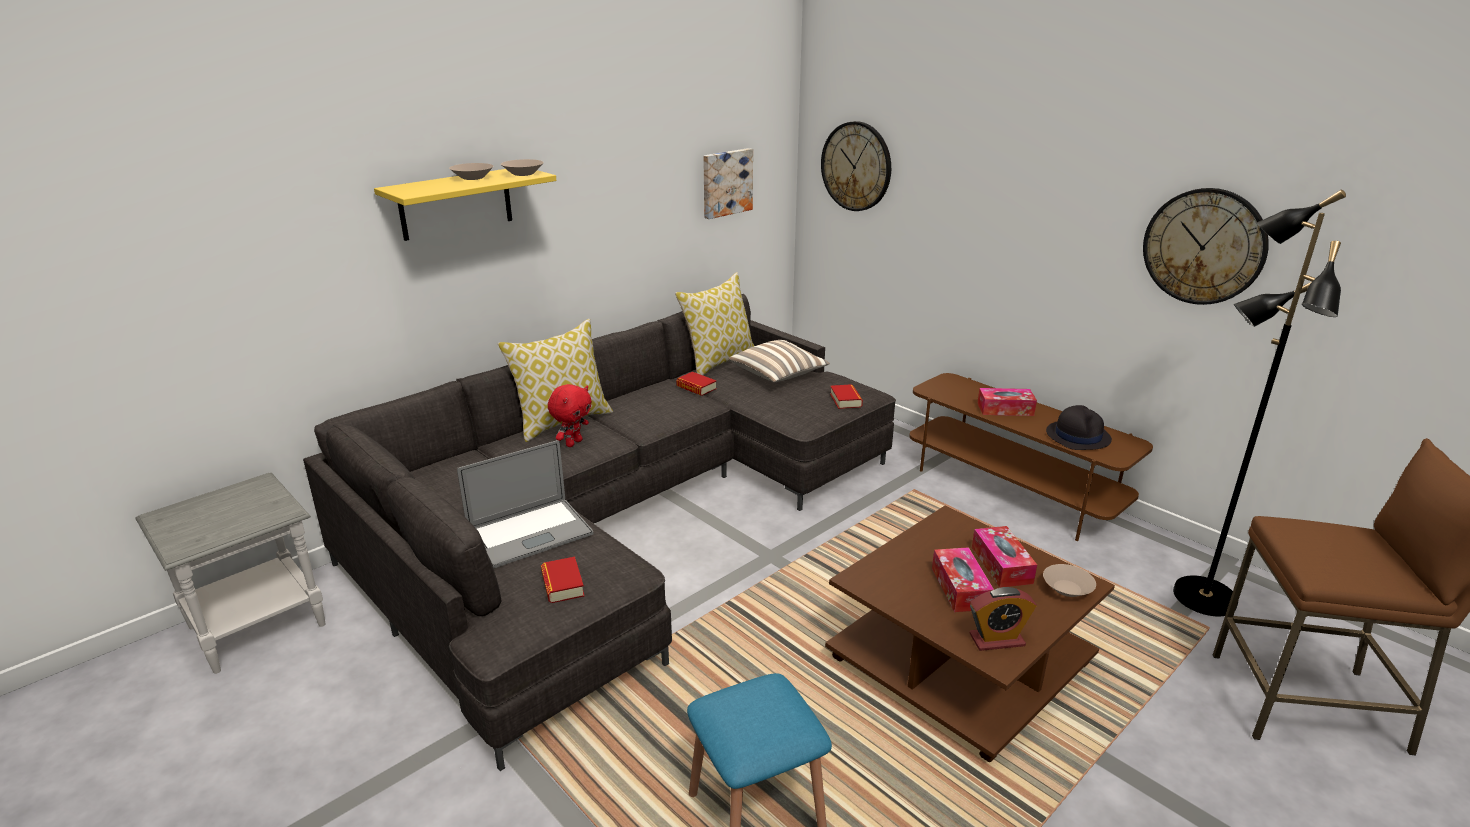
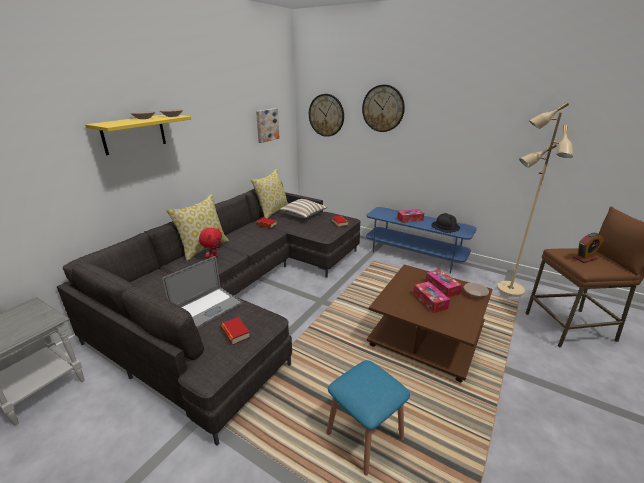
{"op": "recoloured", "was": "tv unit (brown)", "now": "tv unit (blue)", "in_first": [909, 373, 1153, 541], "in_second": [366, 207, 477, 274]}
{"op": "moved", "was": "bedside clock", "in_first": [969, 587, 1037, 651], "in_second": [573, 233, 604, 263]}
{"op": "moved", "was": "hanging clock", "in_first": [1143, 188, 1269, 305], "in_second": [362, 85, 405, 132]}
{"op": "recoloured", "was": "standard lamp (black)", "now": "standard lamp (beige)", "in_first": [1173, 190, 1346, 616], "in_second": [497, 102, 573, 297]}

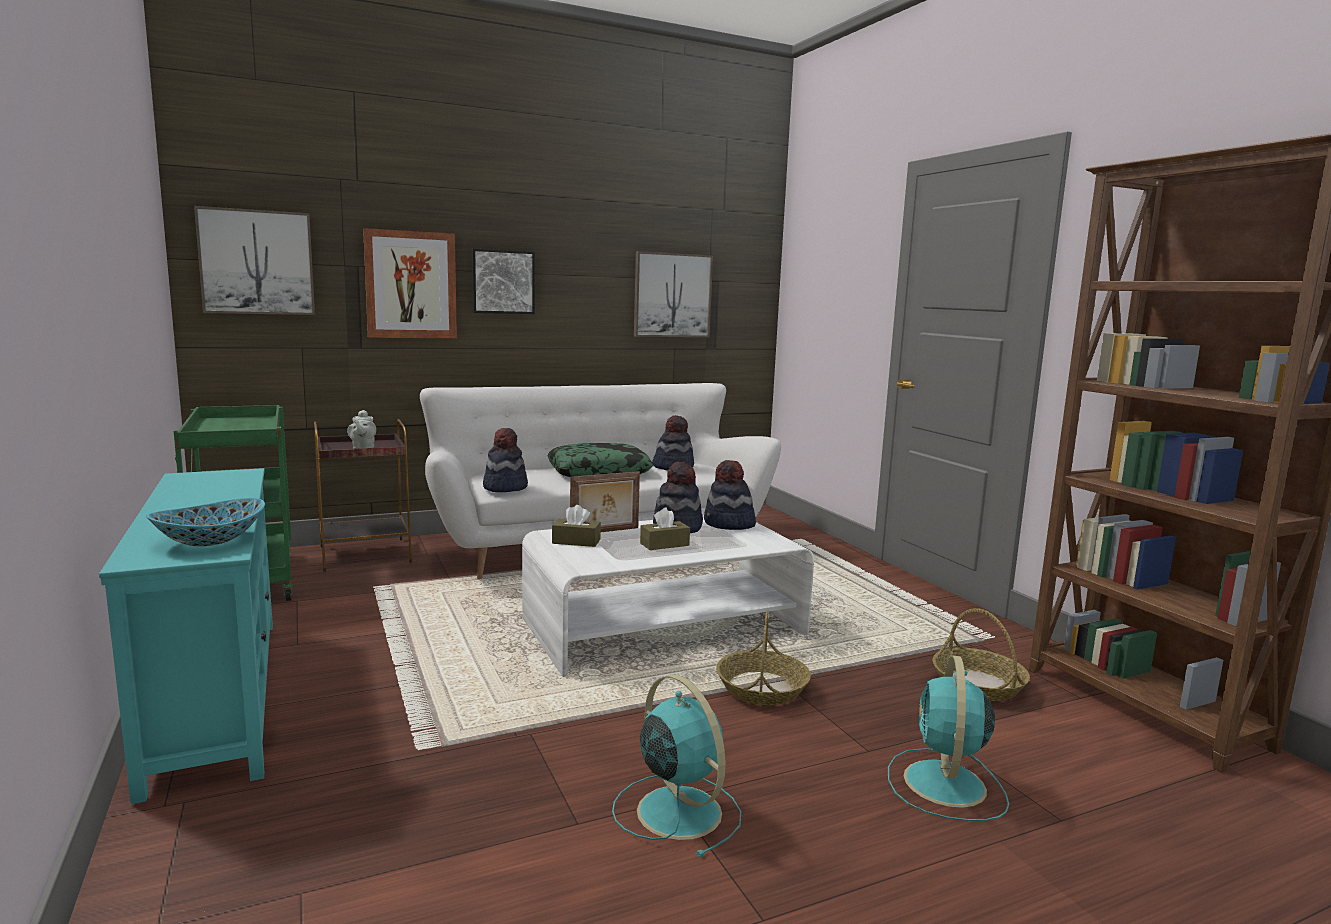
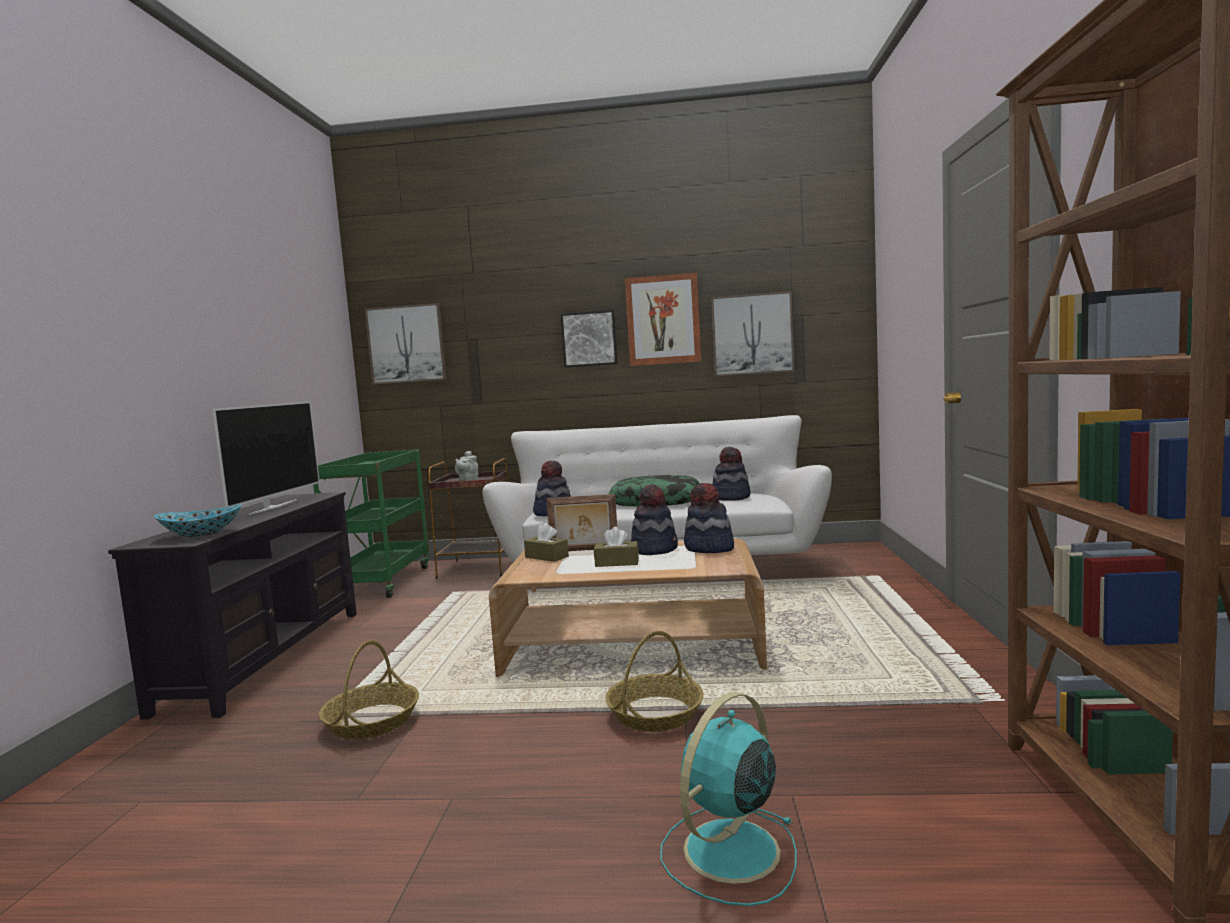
{"op": "recoloured", "was": "tv unit (turquoise)", "now": "tv unit (black)", "in_first": [99, 468, 273, 804], "in_second": [108, 492, 357, 720]}
{"op": "moved", "was": "wall art", "in_first": [363, 228, 457, 338], "in_second": [625, 273, 701, 366]}
{"op": "recoloured", "was": "lounge table (whitish)", "now": "lounge table (brown)", "in_first": [522, 515, 814, 677], "in_second": [489, 538, 767, 677]}
{"op": "removed", "was": "fan (turquoise)", "in_first": [612, 675, 741, 857]}
{"op": "moved", "was": "storage basket", "in_first": [932, 608, 1030, 701], "in_second": [319, 640, 419, 739]}
{"op": "added", "now": "TV set", "in_second": [212, 402, 320, 515]}

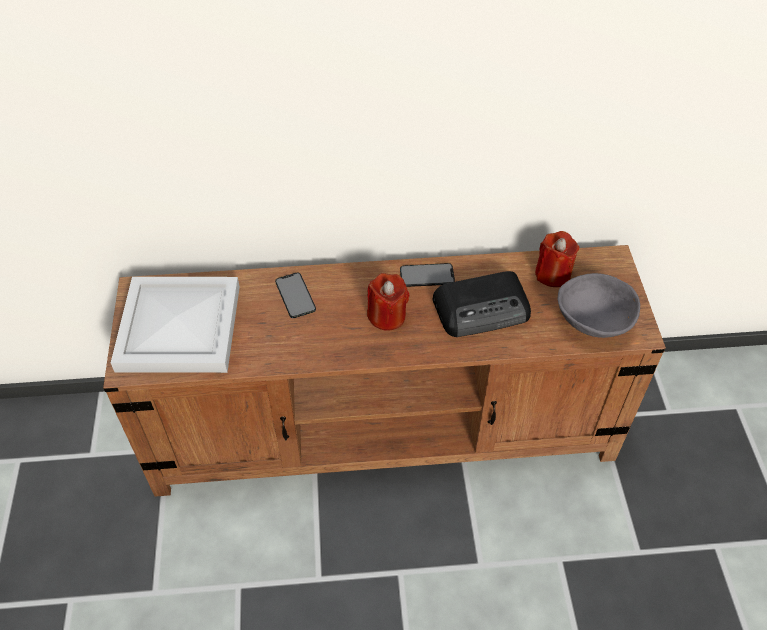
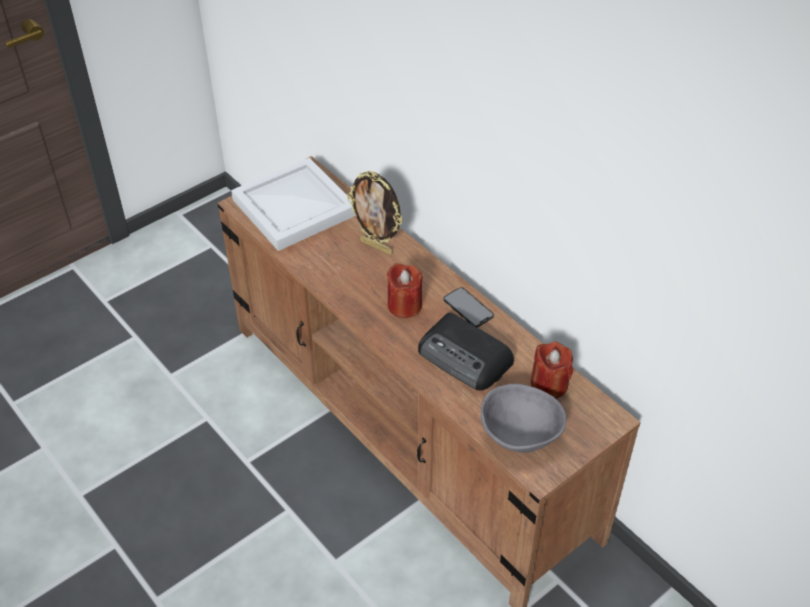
{"op": "replaced", "was": "telephone", "now": "picture frame", "in_first": [275, 273, 316, 318], "in_second": [347, 171, 403, 255]}

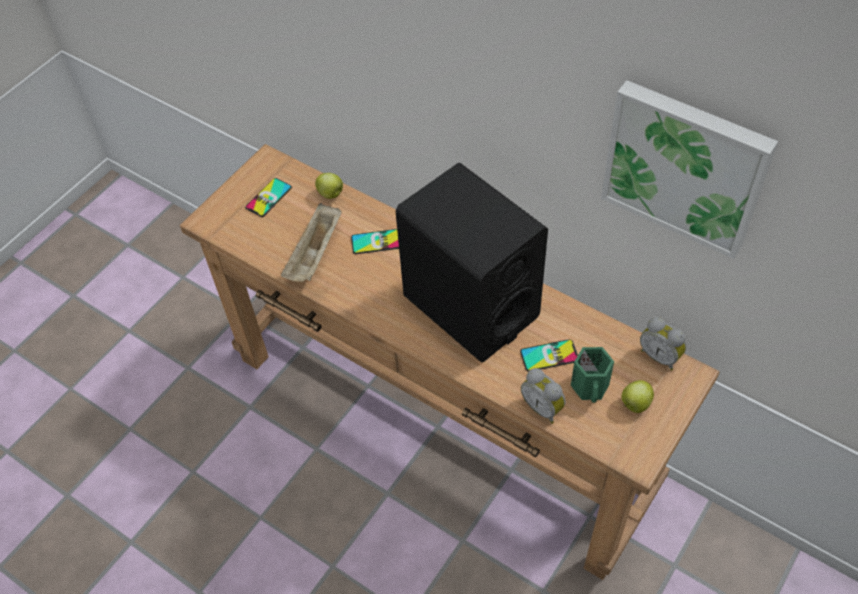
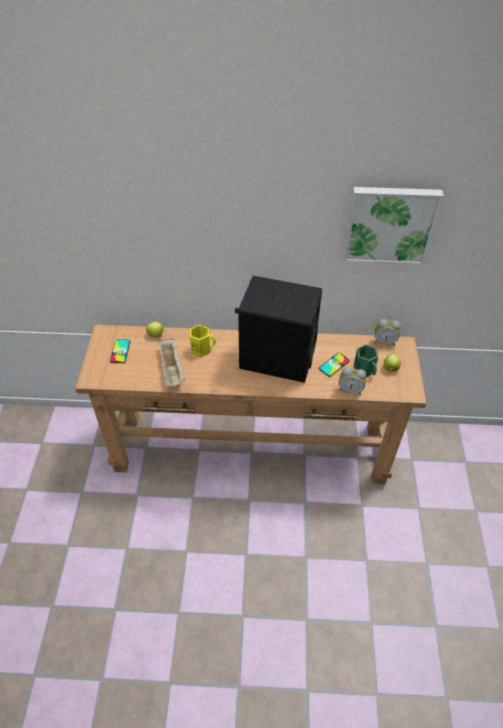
{"op": "replaced", "was": "telephone", "now": "coffee mug (yellowish)", "in_first": [351, 229, 399, 254], "in_second": [190, 325, 216, 357]}

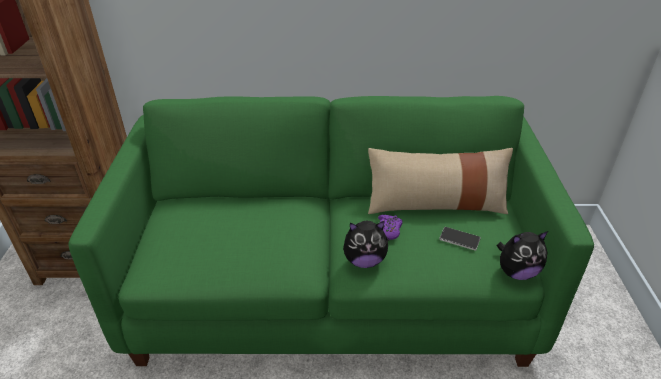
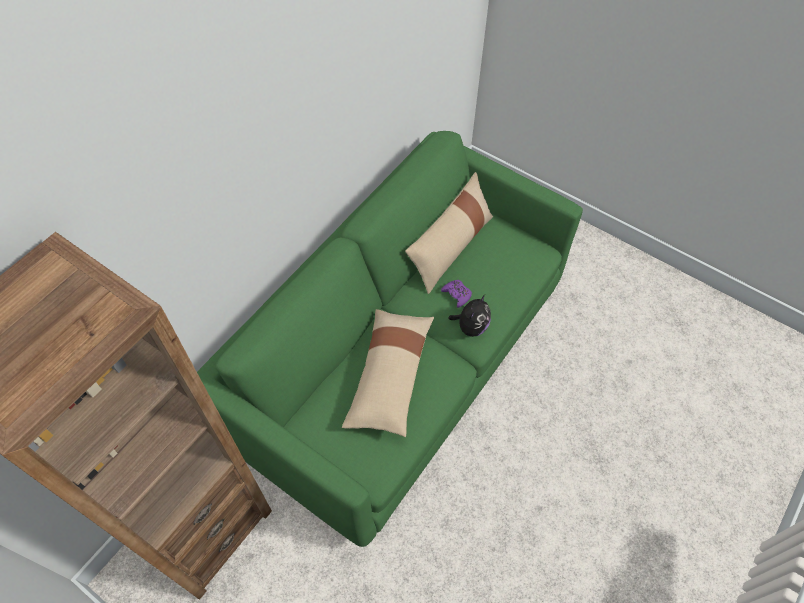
{"op": "removed", "was": "telephone", "in_first": [439, 227, 481, 251]}
{"op": "removed", "was": "cuddly toy", "in_first": [497, 231, 548, 280]}
{"op": "added", "now": "pillow (beige)", "in_second": [342, 309, 434, 437]}

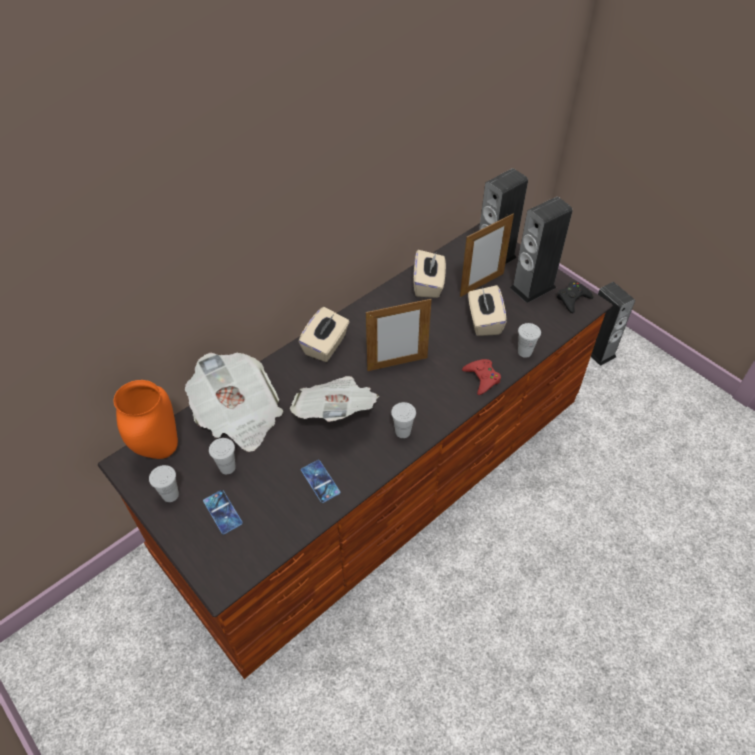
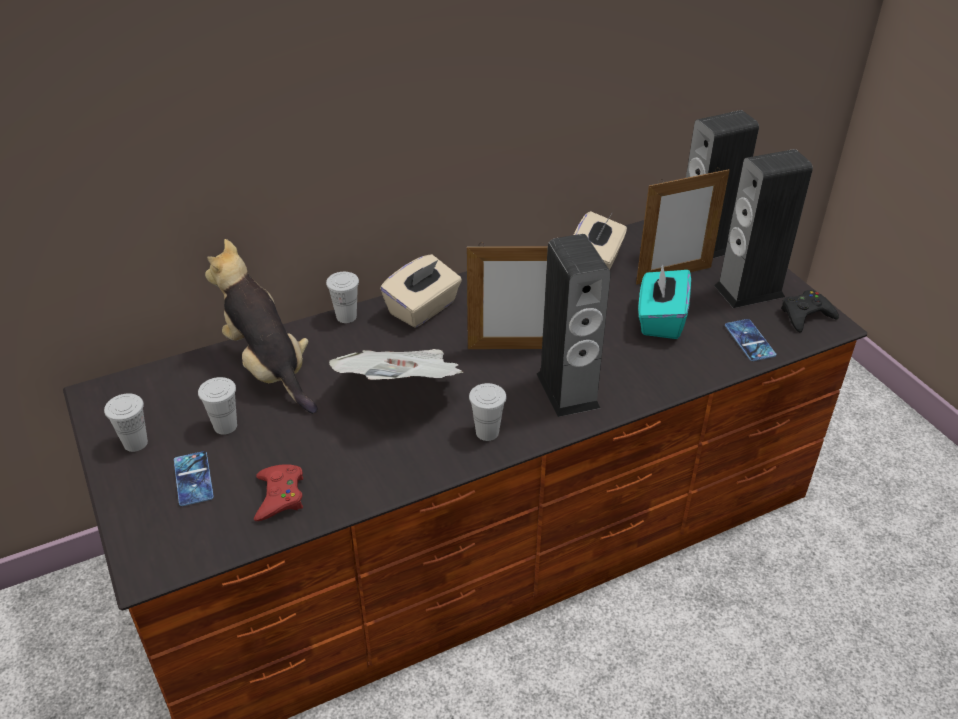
{"op": "removed", "was": "flower vase (orange-coloured)", "in_first": [114, 380, 178, 459]}
{"op": "replaced", "was": "daily paper", "now": "cuddly toy", "in_first": [185, 352, 283, 452], "in_second": [205, 239, 318, 414]}
{"op": "moved", "was": "telephone", "in_first": [301, 460, 340, 503], "in_second": [725, 319, 776, 361]}
{"op": "moved", "was": "joypad (red-coloured)", "in_first": [462, 359, 501, 395], "in_second": [254, 464, 303, 521]}
{"op": "recoloured", "was": "box of tissues (beige)", "now": "box of tissues (turquoise)", "in_first": [468, 285, 507, 336], "in_second": [638, 263, 691, 339]}
{"op": "moved", "was": "small cup (whitish)", "in_first": [518, 323, 541, 358], "in_second": [326, 272, 359, 323]}
{"op": "moved", "was": "loudspeaker", "in_first": [591, 282, 635, 366], "in_second": [537, 234, 611, 417]}

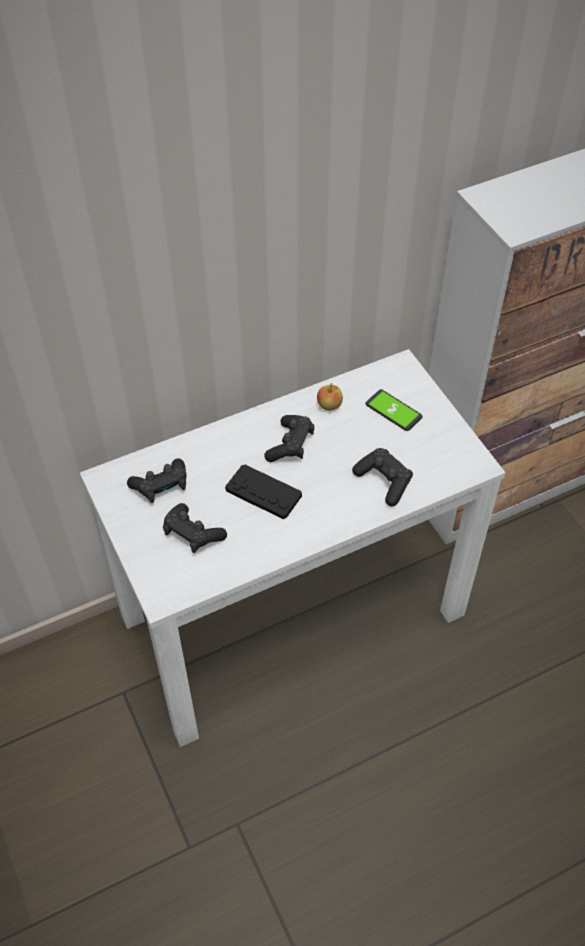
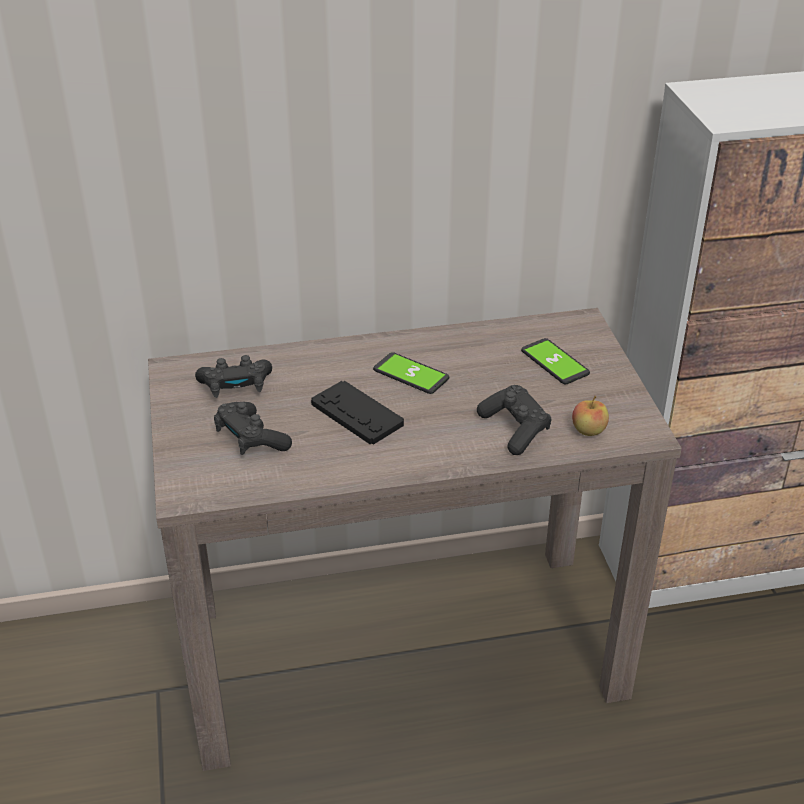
{"op": "recoloured", "was": "narrow table (whitish)", "now": "narrow table (brown)", "in_first": [80, 349, 506, 747], "in_second": [148, 308, 682, 771]}
{"op": "replaced", "was": "joypad (black)", "now": "telephone", "in_first": [264, 415, 314, 462], "in_second": [373, 352, 449, 394]}
{"op": "moved", "was": "apple fruit", "in_first": [317, 383, 343, 410], "in_second": [572, 396, 609, 436]}

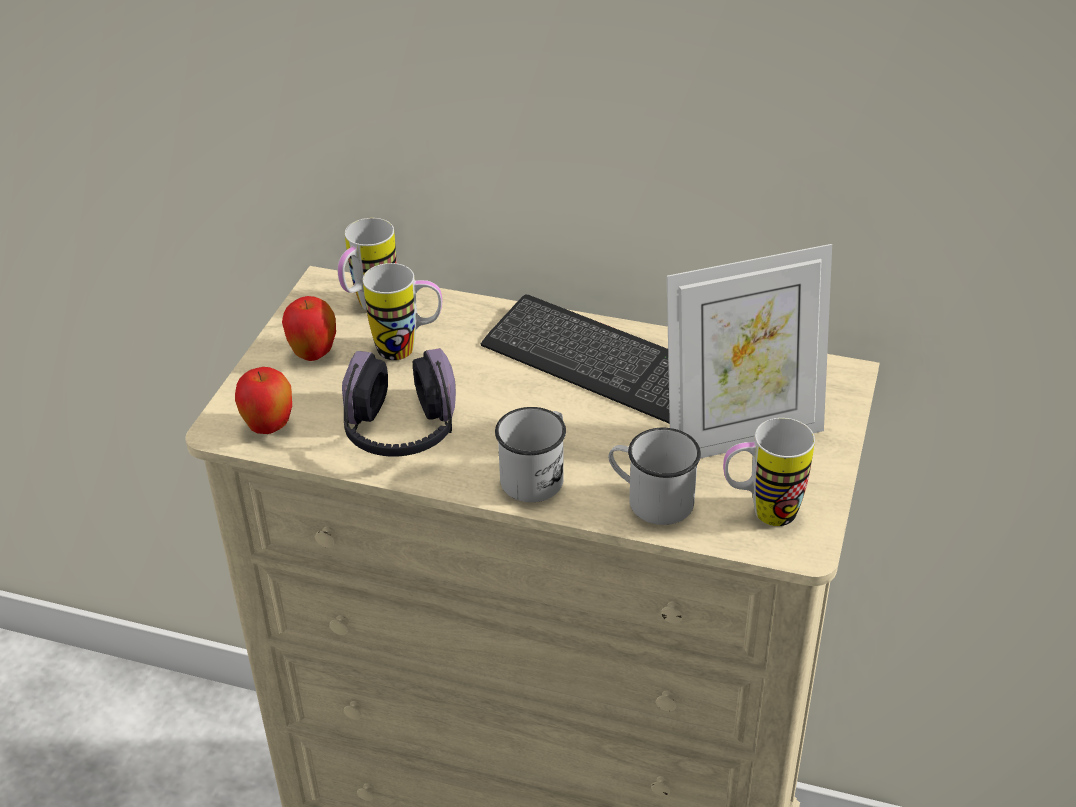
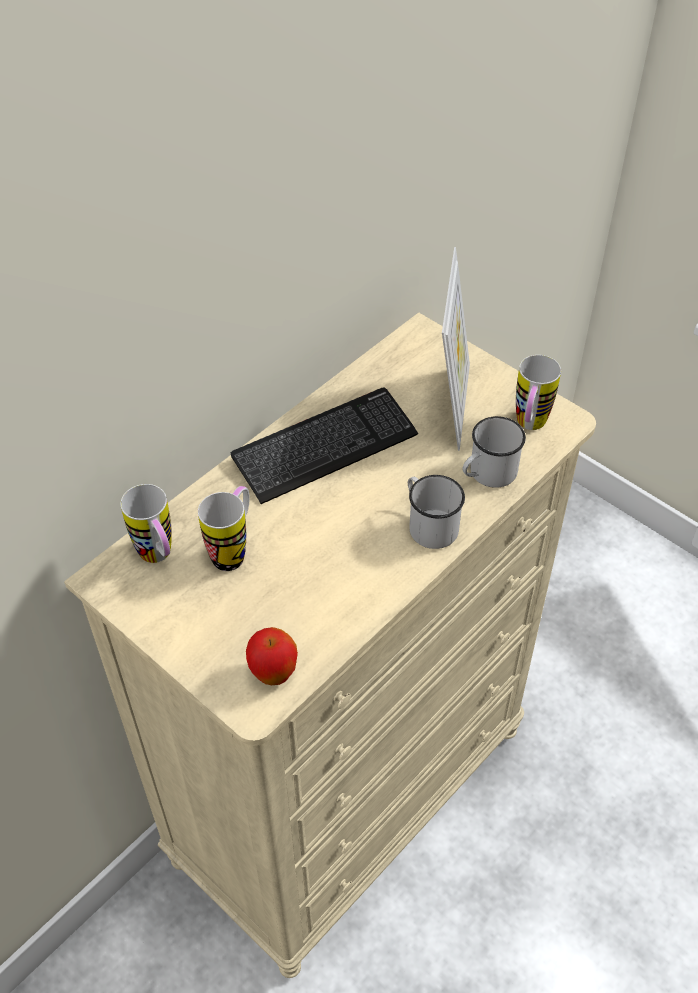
{"op": "removed", "was": "apple fruit", "in_first": [282, 296, 336, 361]}
{"op": "removed", "was": "pair of headphones", "in_first": [342, 348, 456, 457]}

